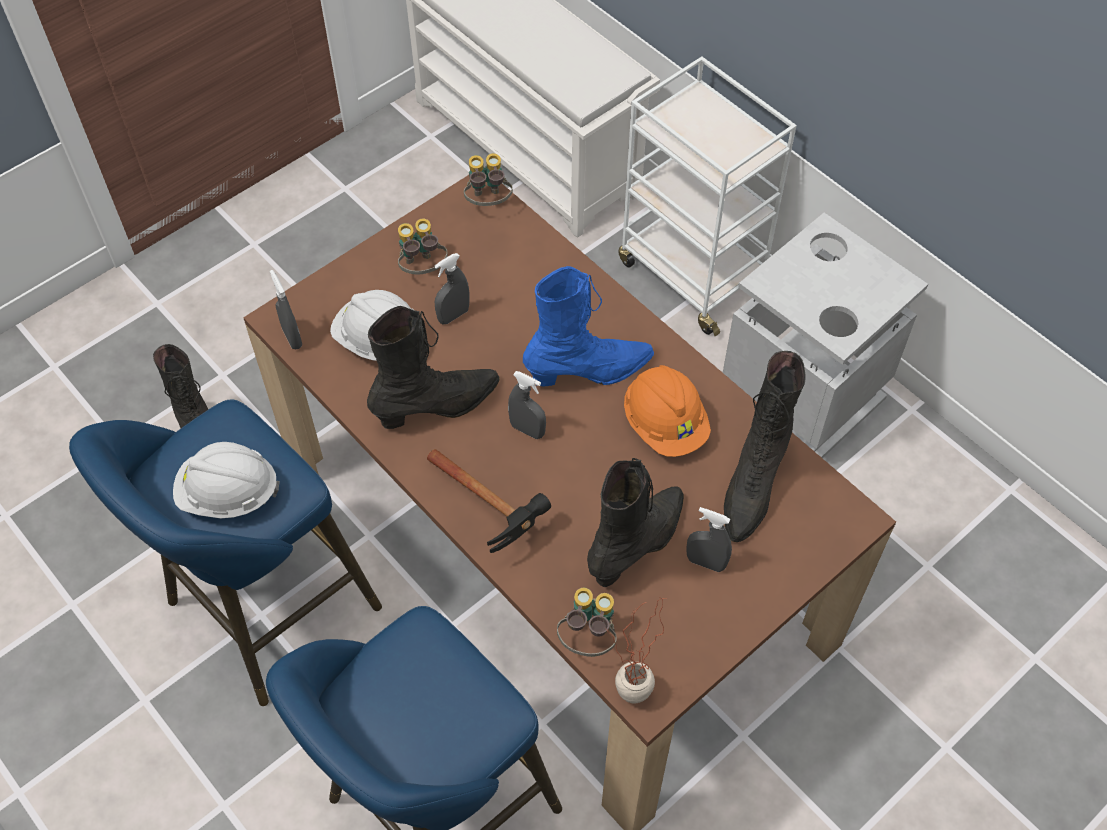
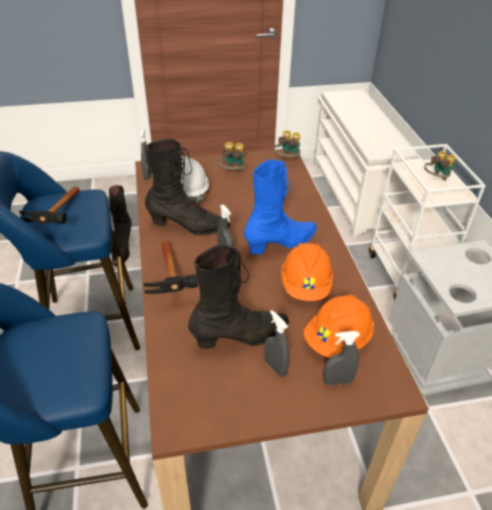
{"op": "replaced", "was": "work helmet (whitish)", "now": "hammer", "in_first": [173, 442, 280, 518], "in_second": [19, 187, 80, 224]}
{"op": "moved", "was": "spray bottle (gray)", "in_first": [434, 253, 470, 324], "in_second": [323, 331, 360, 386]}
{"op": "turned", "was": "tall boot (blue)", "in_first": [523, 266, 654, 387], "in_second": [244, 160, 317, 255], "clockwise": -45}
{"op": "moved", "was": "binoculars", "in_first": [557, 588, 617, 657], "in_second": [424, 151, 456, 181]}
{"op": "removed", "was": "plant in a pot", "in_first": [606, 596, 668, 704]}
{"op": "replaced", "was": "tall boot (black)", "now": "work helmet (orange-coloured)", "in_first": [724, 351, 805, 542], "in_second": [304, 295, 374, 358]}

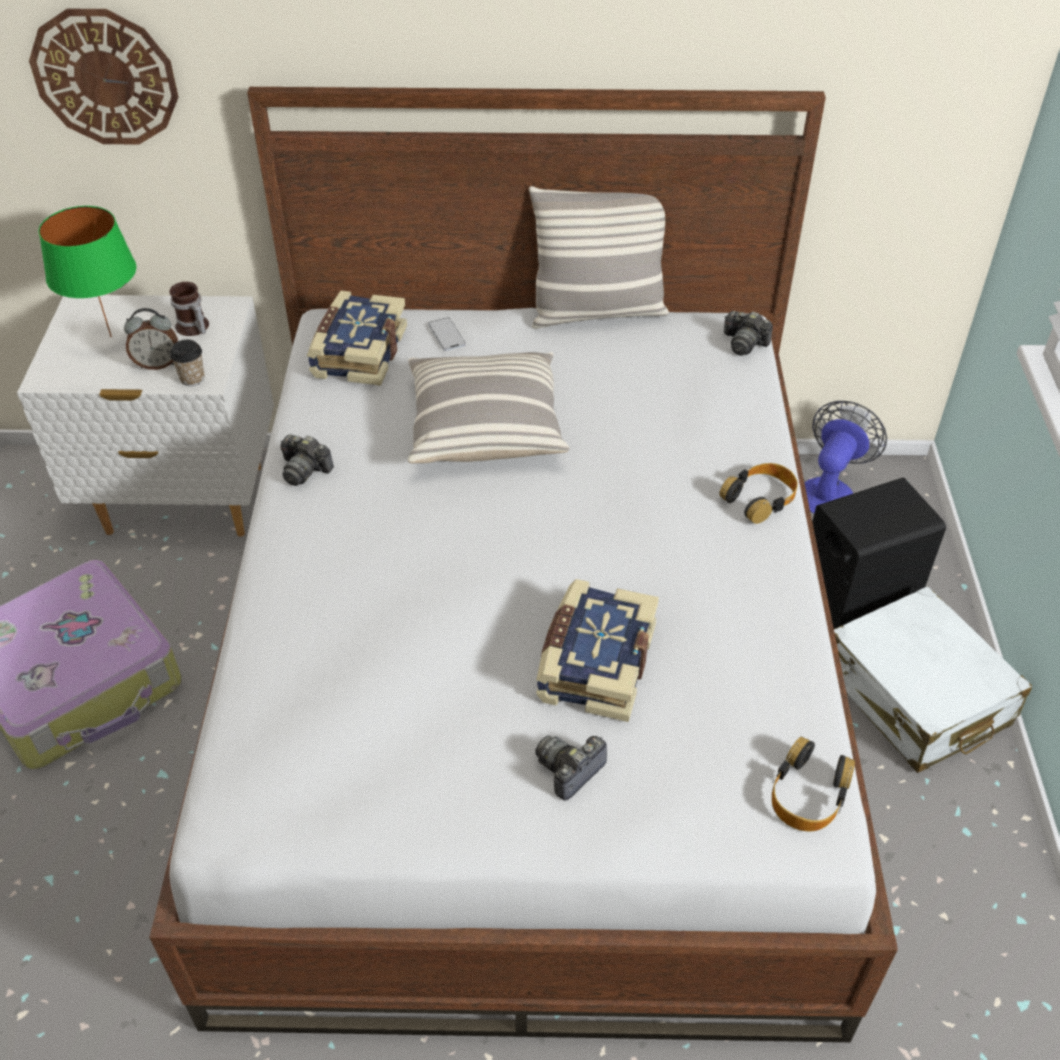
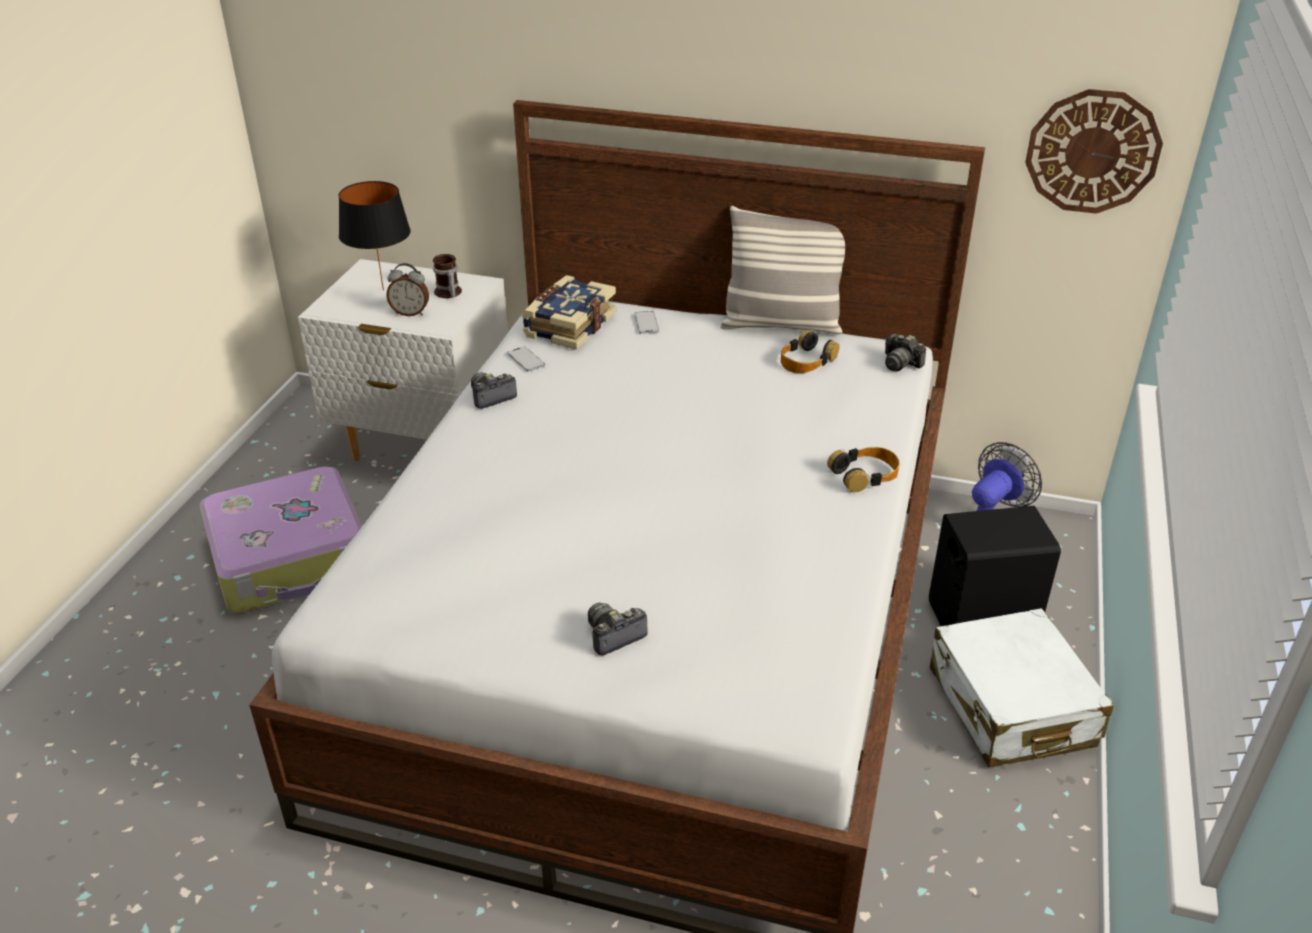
{"op": "moved", "was": "hanging clock", "in_first": [29, 9, 178, 144], "in_second": [1025, 89, 1163, 214]}
{"op": "recoloured", "was": "table lamp (green-coloured)", "now": "table lamp (black)", "in_first": [39, 206, 137, 337], "in_second": [339, 181, 411, 291]}
{"op": "removed", "was": "small cup", "in_first": [170, 340, 205, 386]}
{"op": "turned", "was": "still camera", "in_first": [280, 434, 334, 486], "in_second": [471, 372, 517, 409], "clockwise": 105}
{"op": "removed", "was": "pillow", "in_first": [408, 352, 569, 463]}
{"op": "removed", "was": "volume", "in_first": [536, 579, 659, 722]}
{"op": "moved", "was": "pair of headphones", "in_first": [772, 737, 855, 831], "in_second": [781, 330, 839, 373]}
{"op": "added", "now": "telephone", "in_second": [507, 346, 545, 372]}

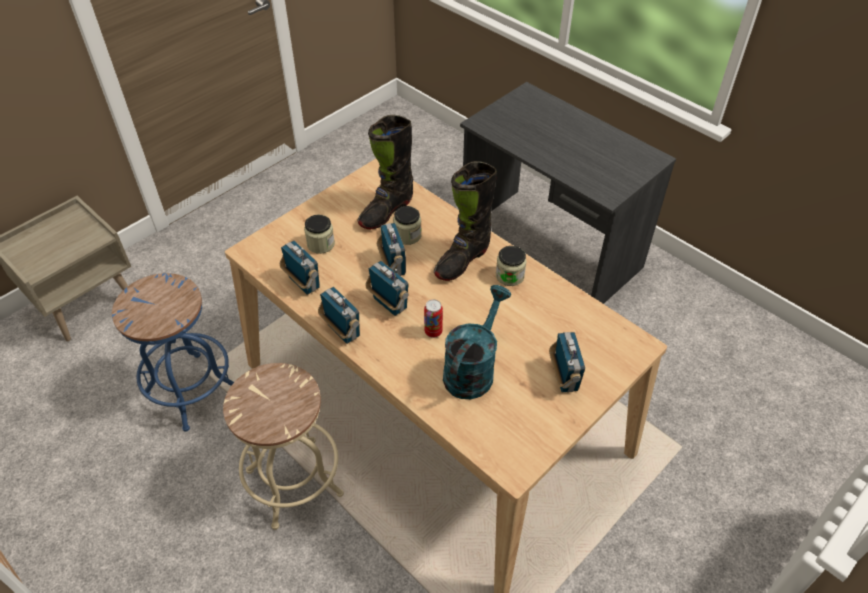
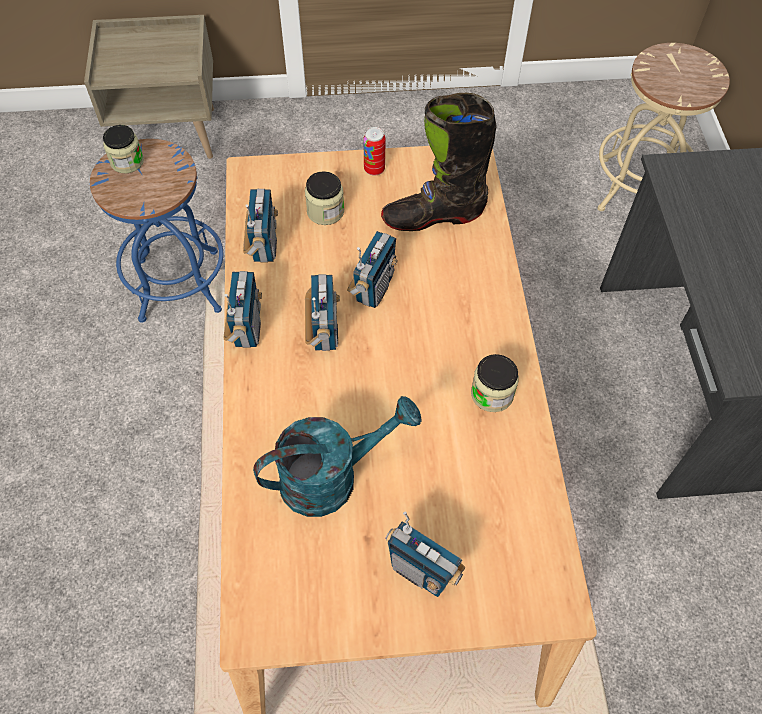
{"op": "moved", "was": "stool seat (beige)", "in_first": [223, 363, 344, 530], "in_second": [597, 43, 730, 211]}
{"op": "moved", "was": "storage jar", "in_first": [393, 206, 421, 245], "in_second": [103, 125, 144, 173]}
{"op": "moved", "was": "sealed can", "in_first": [424, 299, 443, 338], "in_second": [363, 127, 386, 176]}
{"op": "removed", "was": "tall boot (black)", "in_first": [434, 161, 497, 281]}
{"op": "turned", "was": "radio", "in_first": [549, 332, 585, 393], "in_second": [386, 512, 465, 597], "clockwise": 90}

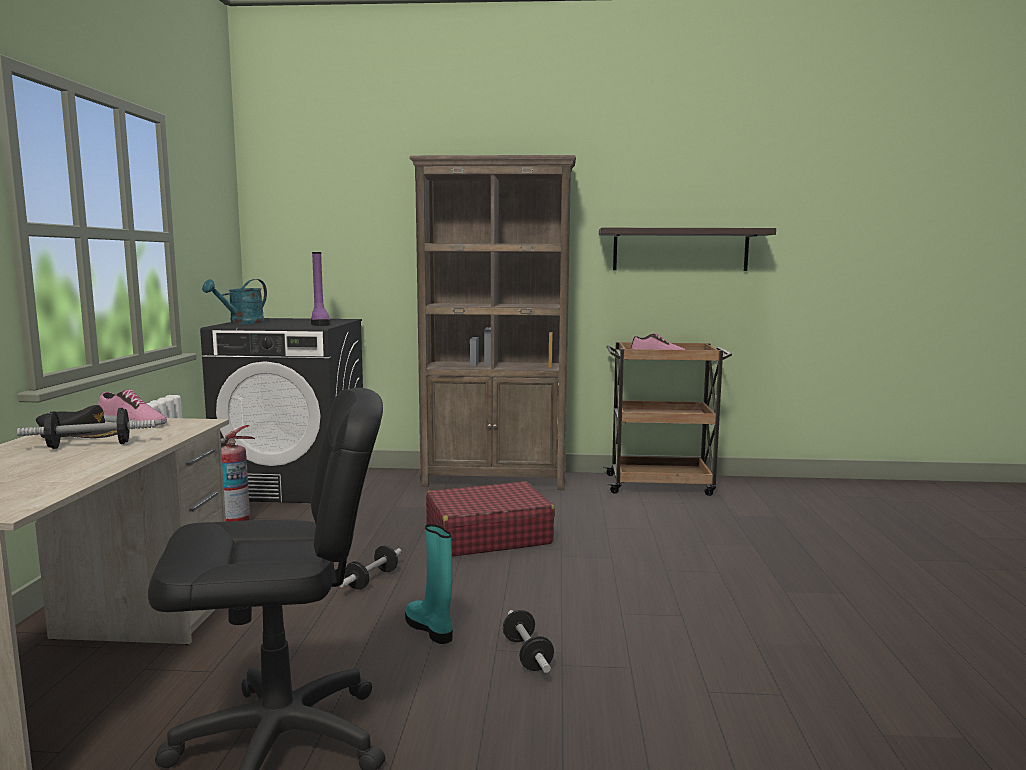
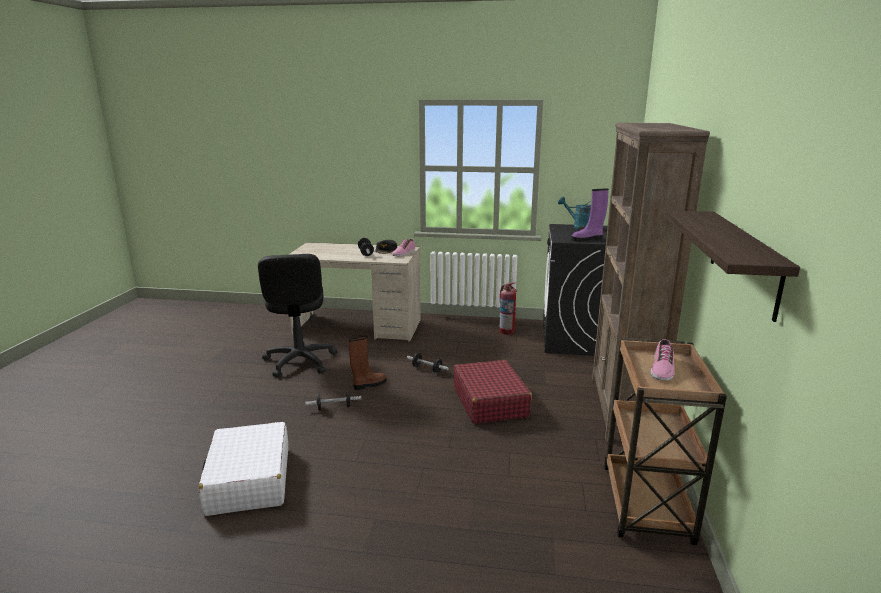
{"op": "recoloured", "was": "tall boot (turquoise)", "now": "tall boot (brown)", "in_first": [405, 524, 453, 644], "in_second": [349, 336, 387, 390]}
{"op": "added", "now": "suitcase (whitish)", "in_second": [199, 422, 288, 516]}

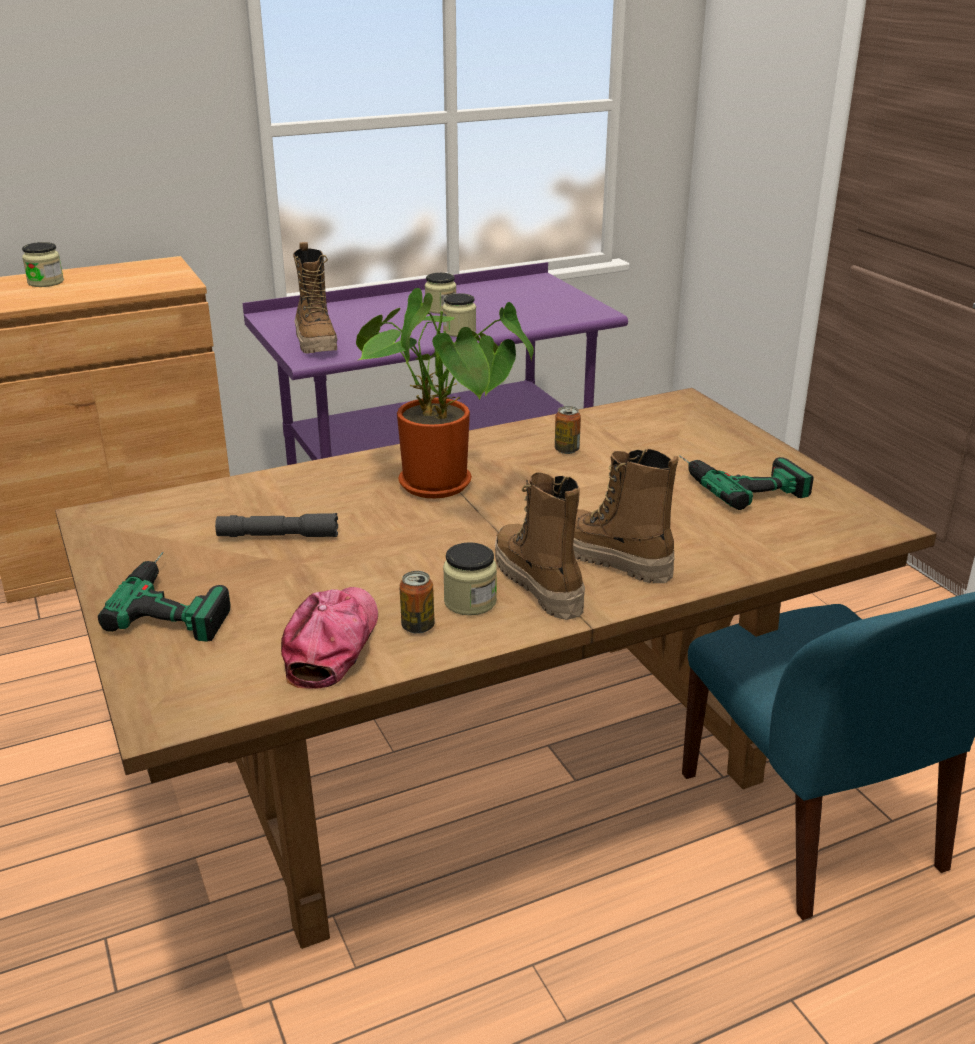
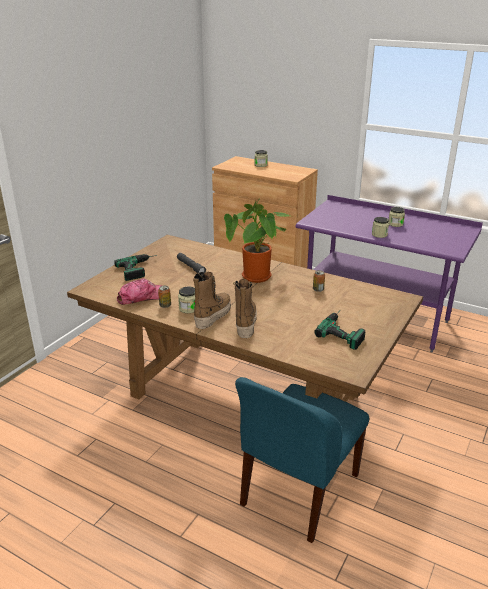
{"op": "removed", "was": "tall boot", "in_first": [293, 242, 337, 354]}

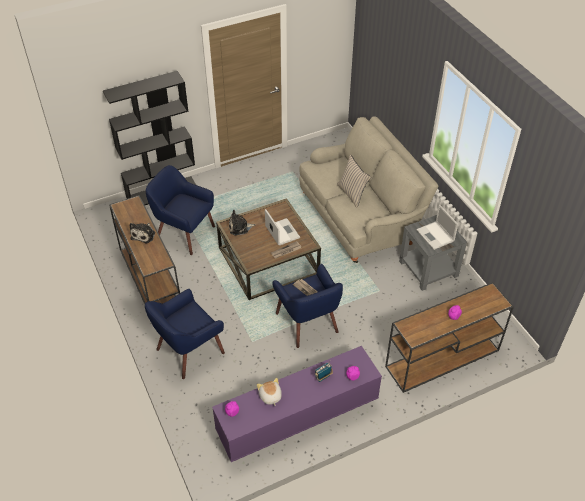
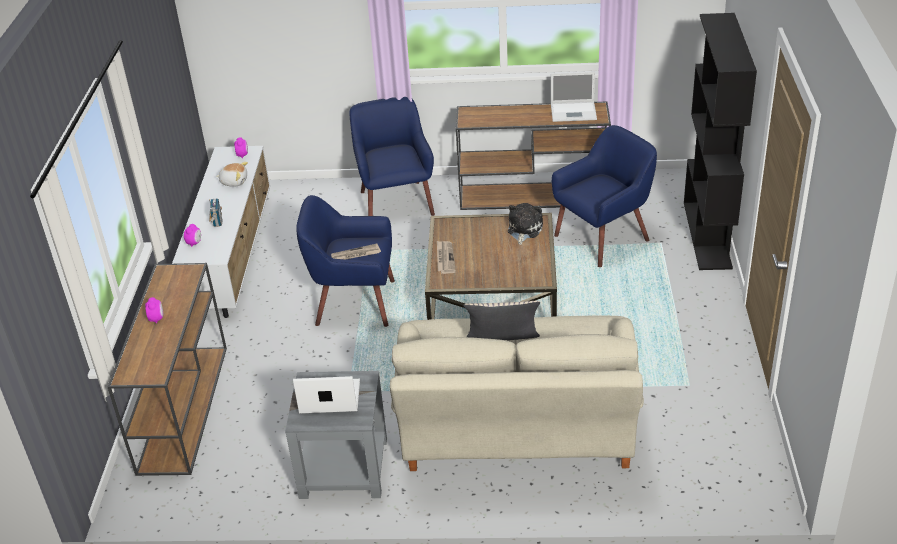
{"op": "removed", "was": "cuddly toy", "in_first": [130, 223, 155, 243]}
{"op": "recoloured", "was": "tv unit (purple)", "now": "tv unit (whitish)", "in_first": [212, 346, 382, 462], "in_second": [172, 146, 270, 318]}
{"op": "moved", "was": "portable computer", "in_first": [265, 209, 300, 245], "in_second": [551, 72, 597, 122]}

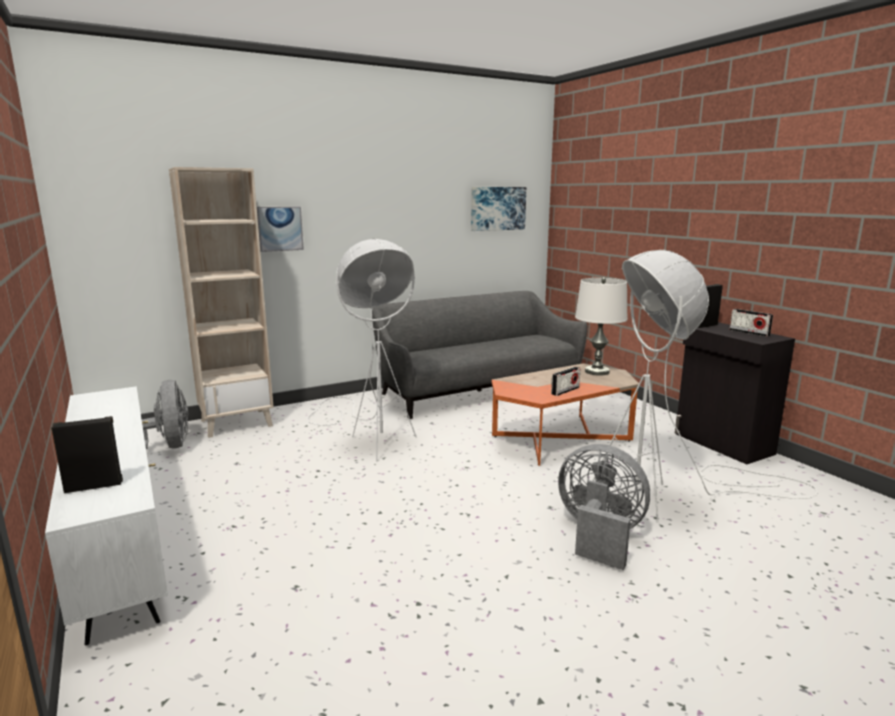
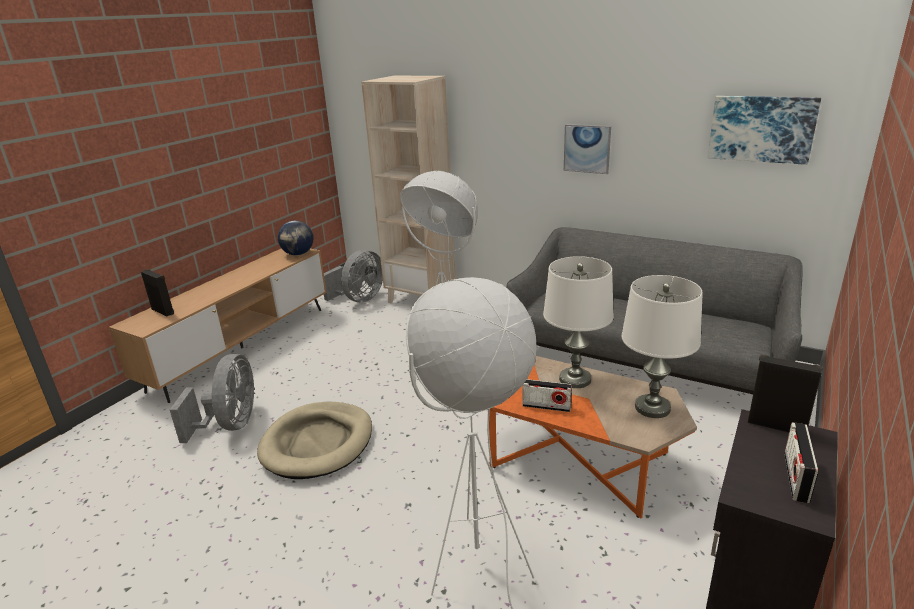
{"op": "recoloured", "was": "tv unit (whitish)", "now": "tv unit (brown)", "in_first": [45, 386, 168, 645], "in_second": [109, 248, 327, 403]}
{"op": "moved", "was": "wall art", "in_first": [257, 207, 304, 252], "in_second": [564, 124, 611, 174]}
{"op": "moved", "was": "fan (gray)", "in_first": [558, 444, 650, 570], "in_second": [170, 354, 255, 443]}
{"op": "added", "now": "pet bed (beige)", "in_second": [257, 402, 372, 479]}
{"op": "added", "now": "desk globe", "in_second": [278, 221, 313, 255]}
{"op": "added", "now": "table lamp (whitish)", "in_second": [543, 256, 614, 388]}

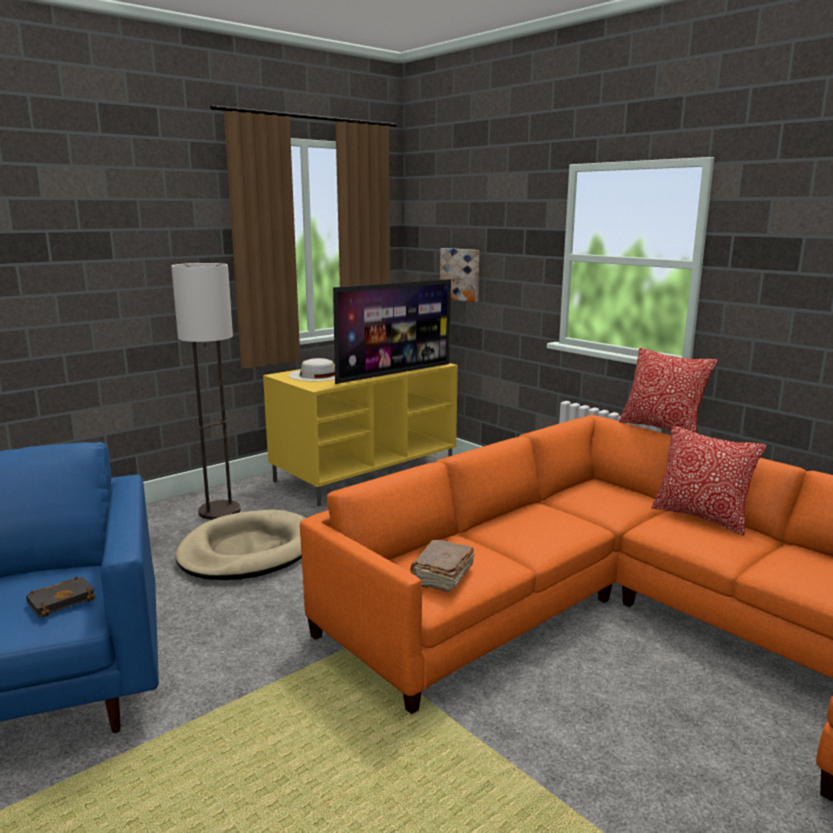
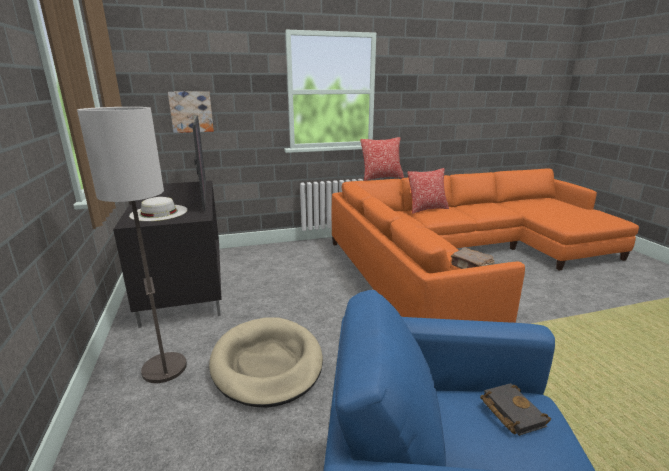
{"op": "recoloured", "was": "tv unit (yellowish)", "now": "tv unit (black)", "in_first": [263, 363, 458, 506], "in_second": [113, 181, 222, 328]}

